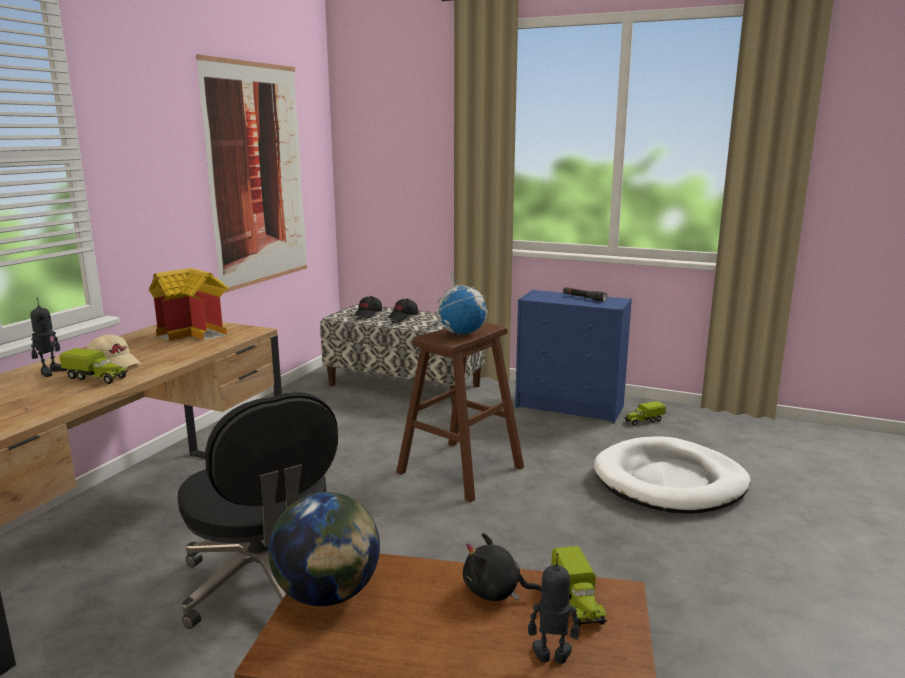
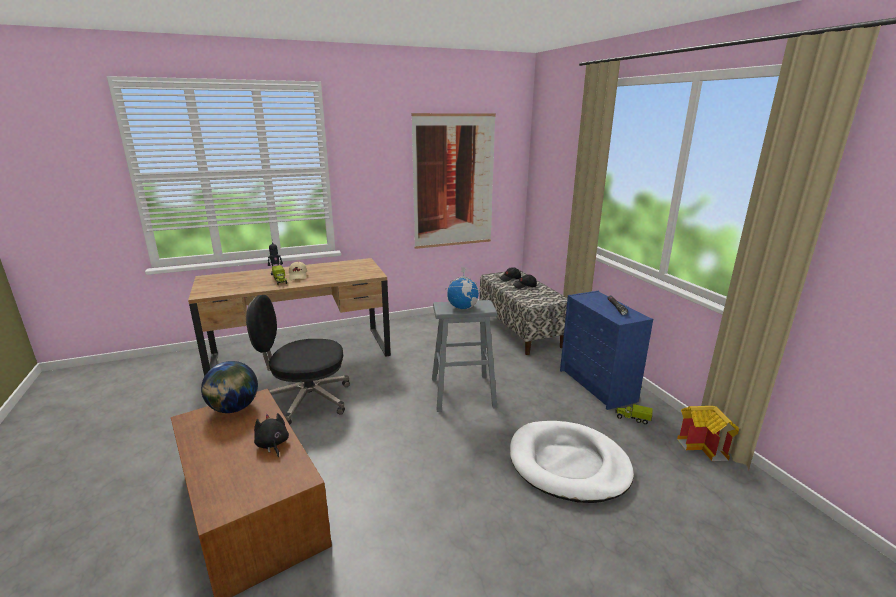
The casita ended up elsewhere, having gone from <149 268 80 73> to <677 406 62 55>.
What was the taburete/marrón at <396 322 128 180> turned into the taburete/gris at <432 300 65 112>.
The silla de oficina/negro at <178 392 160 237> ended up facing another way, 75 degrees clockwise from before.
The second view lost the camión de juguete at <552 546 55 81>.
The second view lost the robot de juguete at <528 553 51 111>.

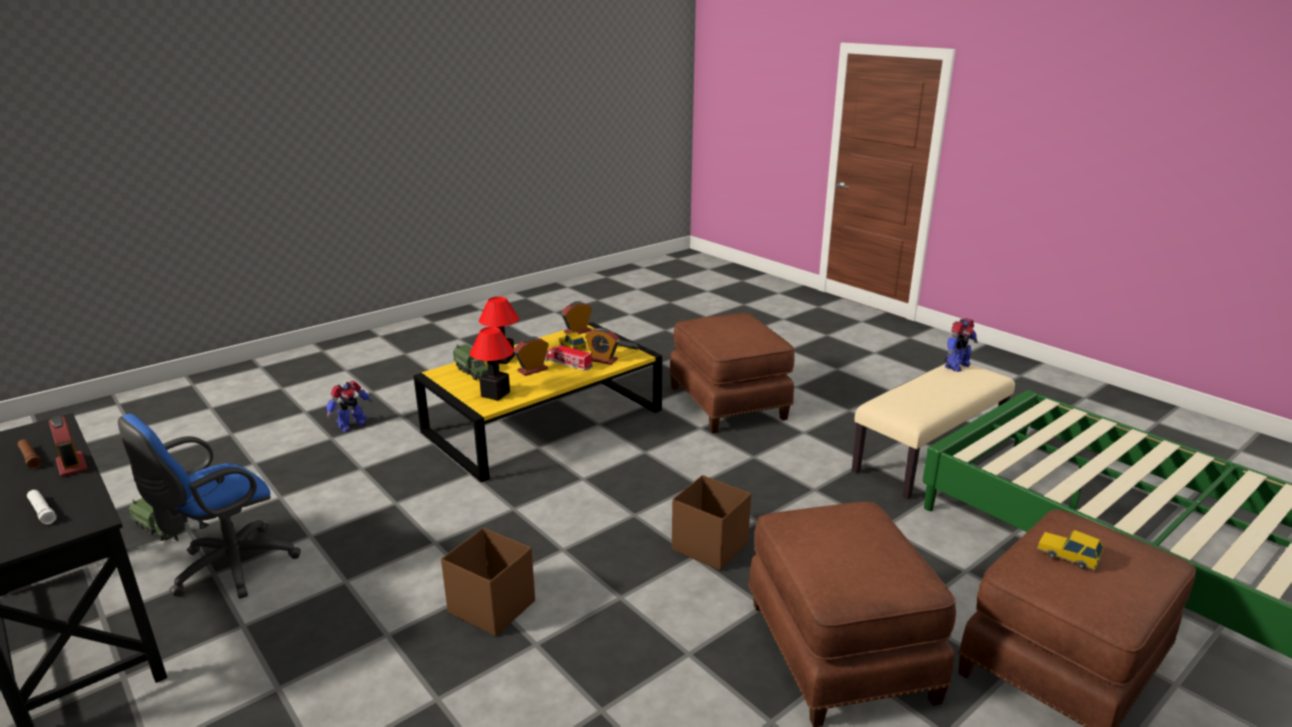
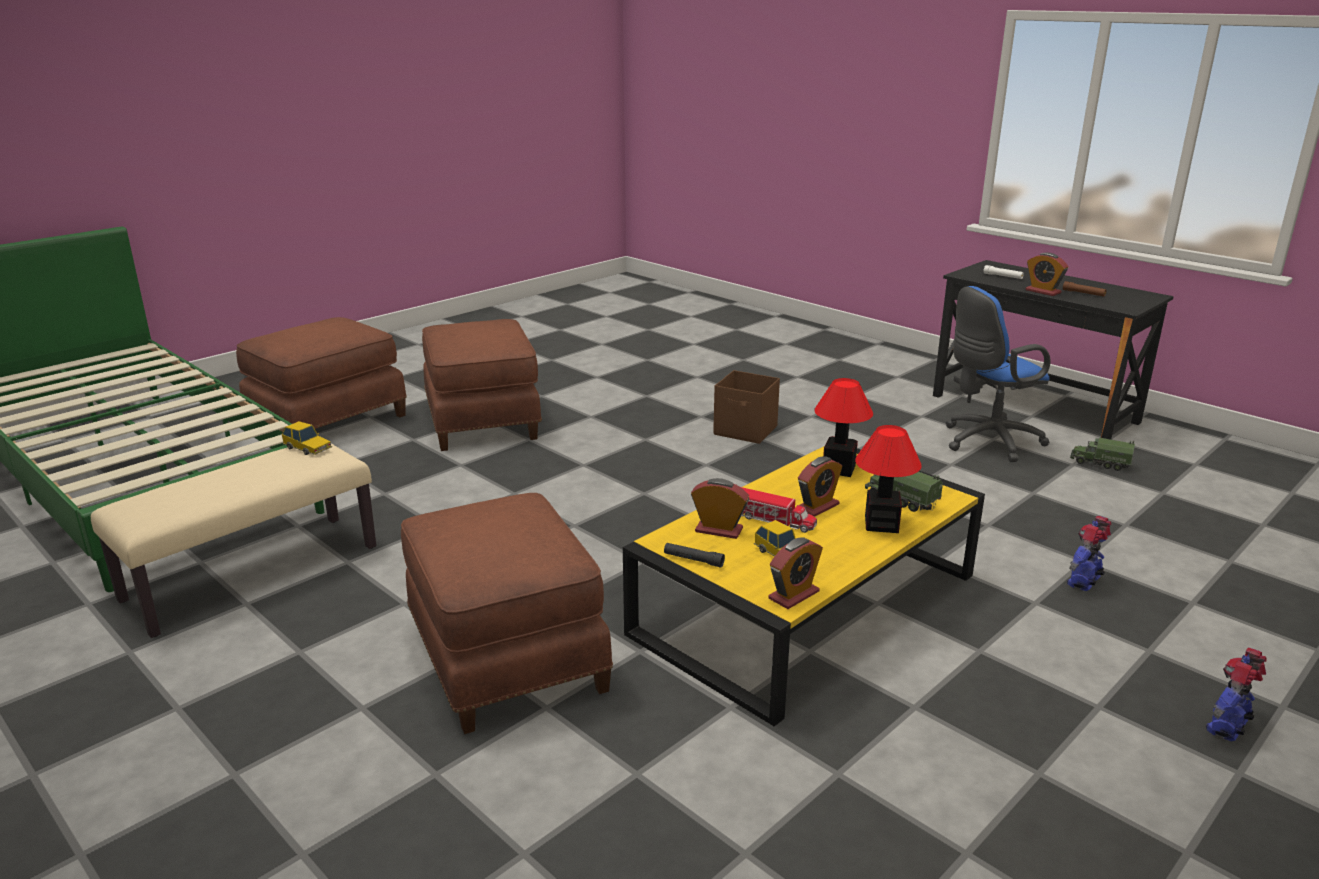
The robot de juguete ended up elsewhere, having gone from <944 318 34 54> to <1206 648 61 94>.
The silla de oficina/azul at <118 414 183 185> ended up facing another way, 150 degrees counterclockwise from before.
The second view lost the caja de almacenaje/marrón at <672 475 79 96>.
The coche de juguete ended up elsewhere, having gone from <1037 530 67 41> to <282 421 50 34>.

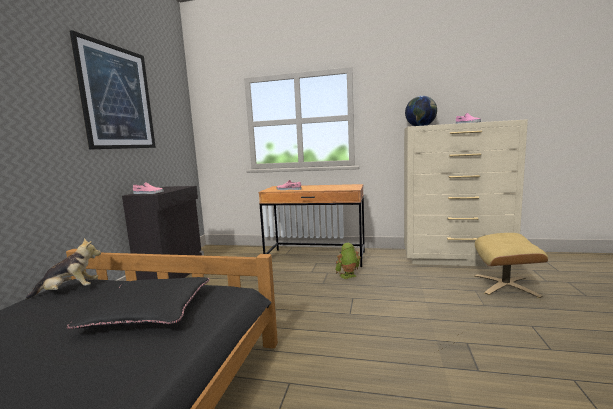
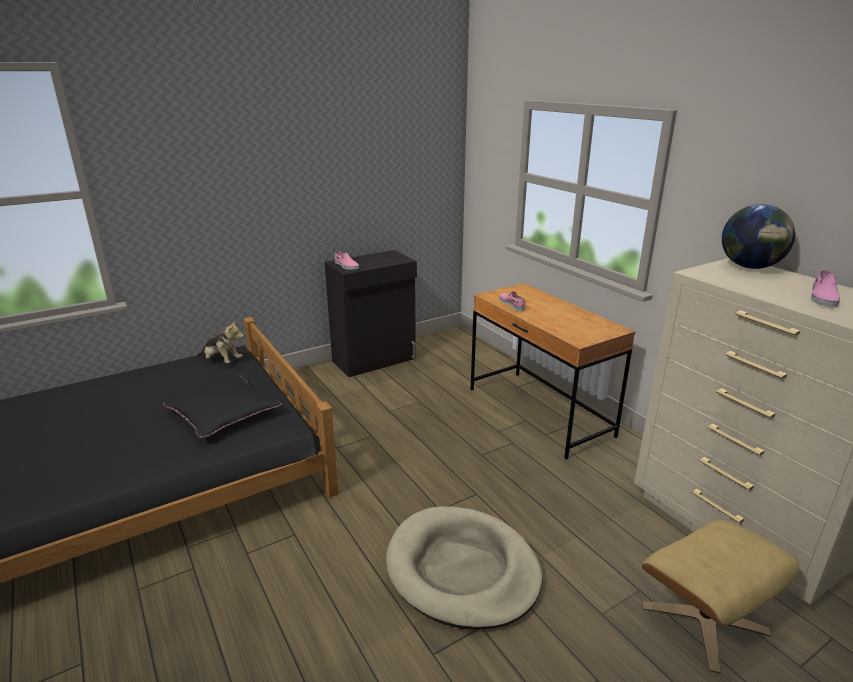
The second view lost the cuadro at <69 30 87 120>.
The second view lost the robot de juguete at <335 243 26 36>.
The second view gained the cama para perro/beis at <386 506 157 124>.

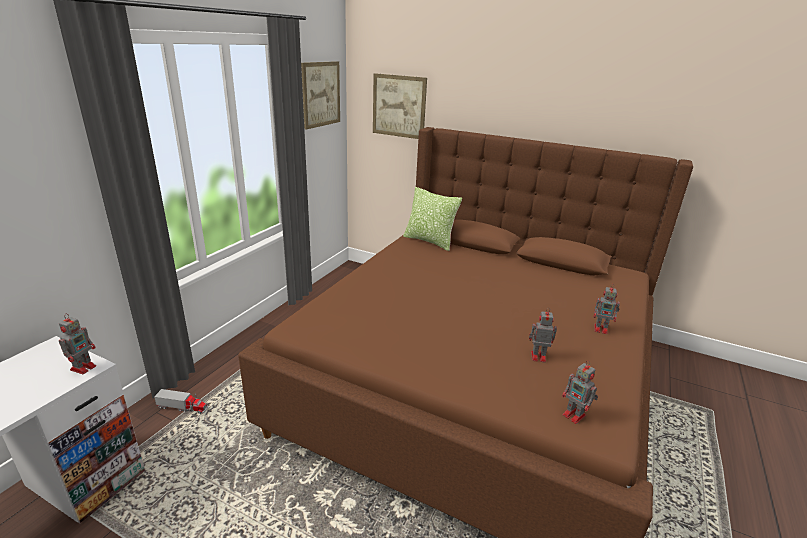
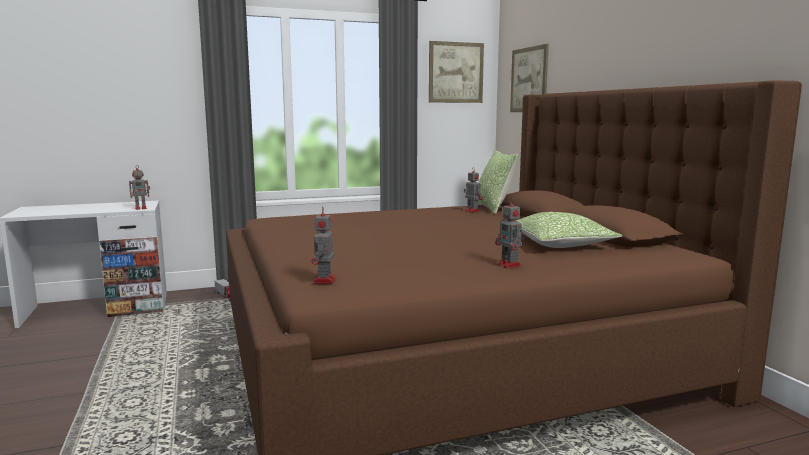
The robot de juguete ended up elsewhere, having gone from <529 308 28 55> to <464 167 19 46>.
The second view gained the cojín at <516 212 107 36>.

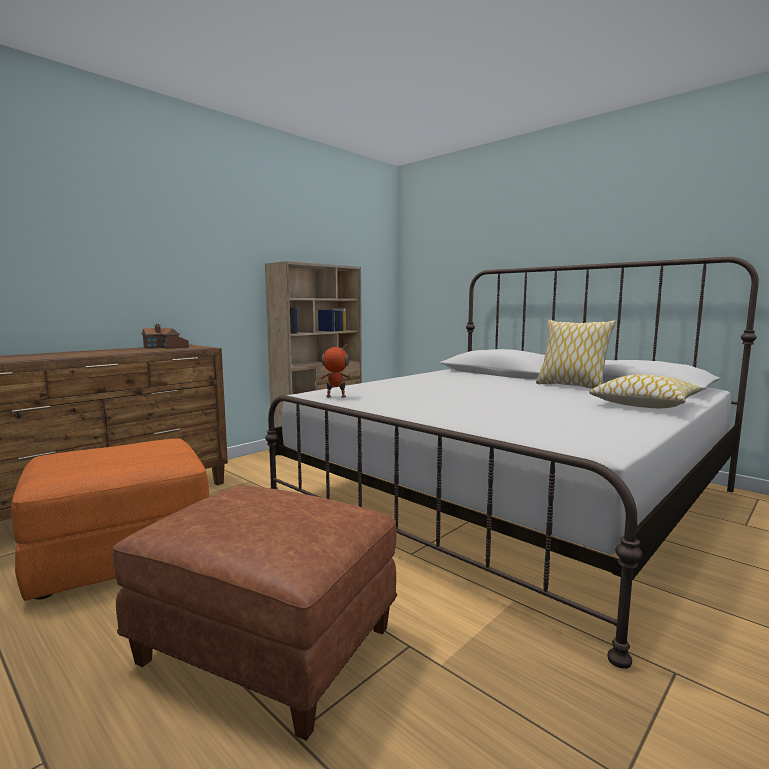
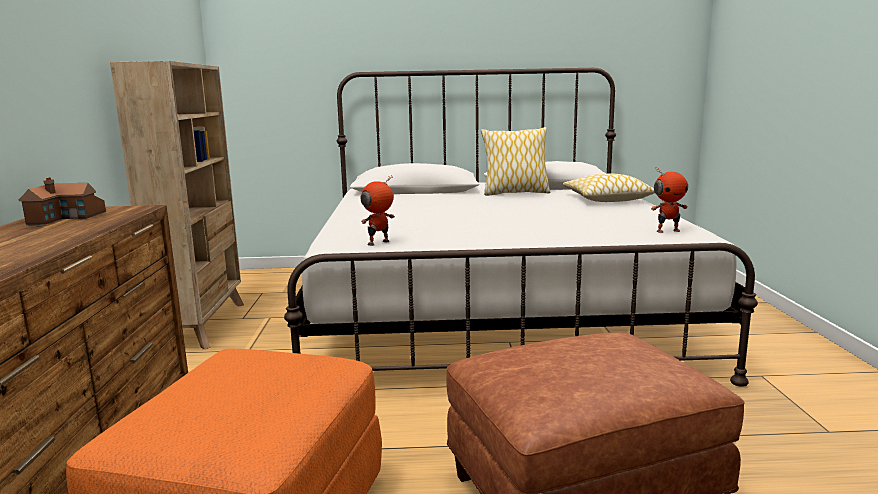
The second view gained the robot de juguete at <651 168 37 65>.

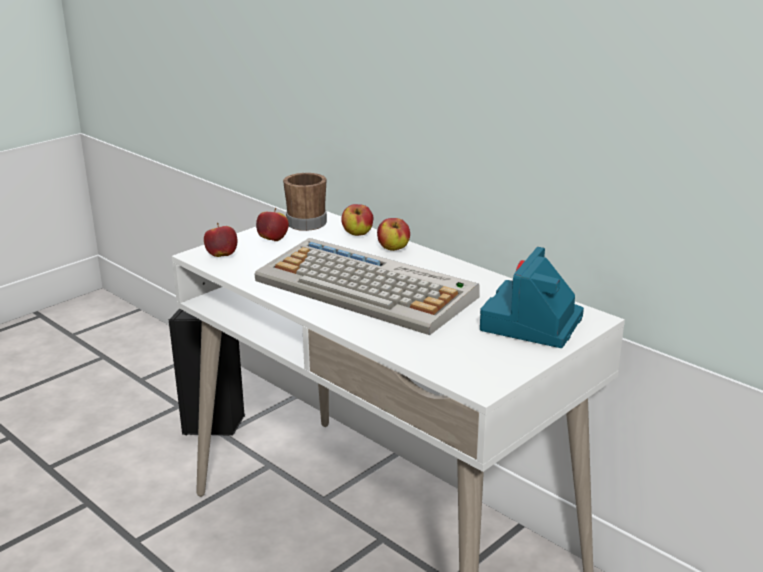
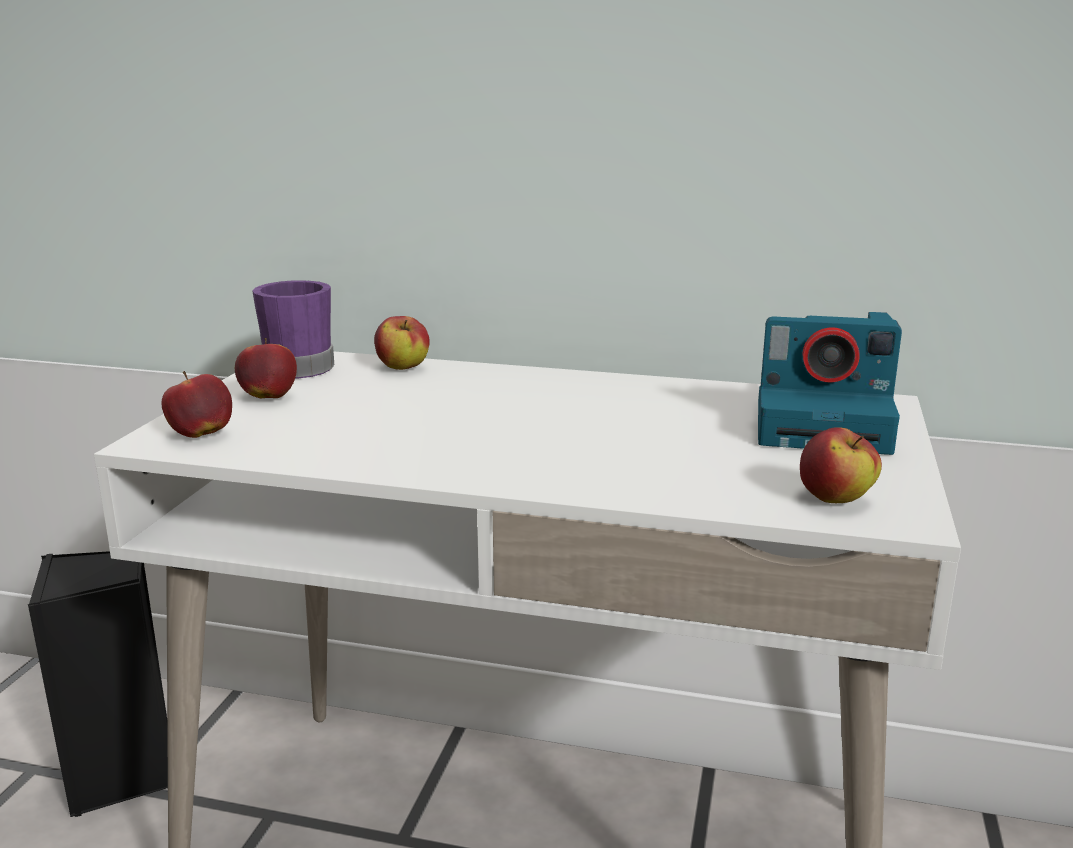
What was the taza grande/marrón at <283 173 44 58> turned into the taza grande/morado at <252 280 82 98>.
The manzana ended up elsewhere, having gone from <377 218 33 33> to <800 427 82 76>.
The second view lost the teclado at <255 238 225 97>.
The cámara at <480 247 104 101> ended up facing another way, 75 degrees counterclockwise from before.

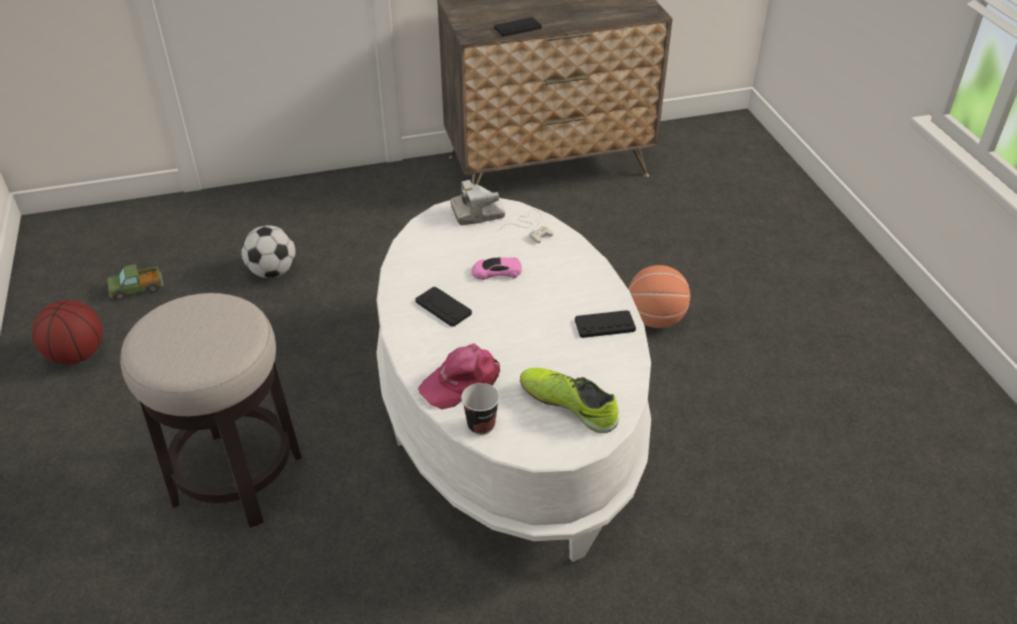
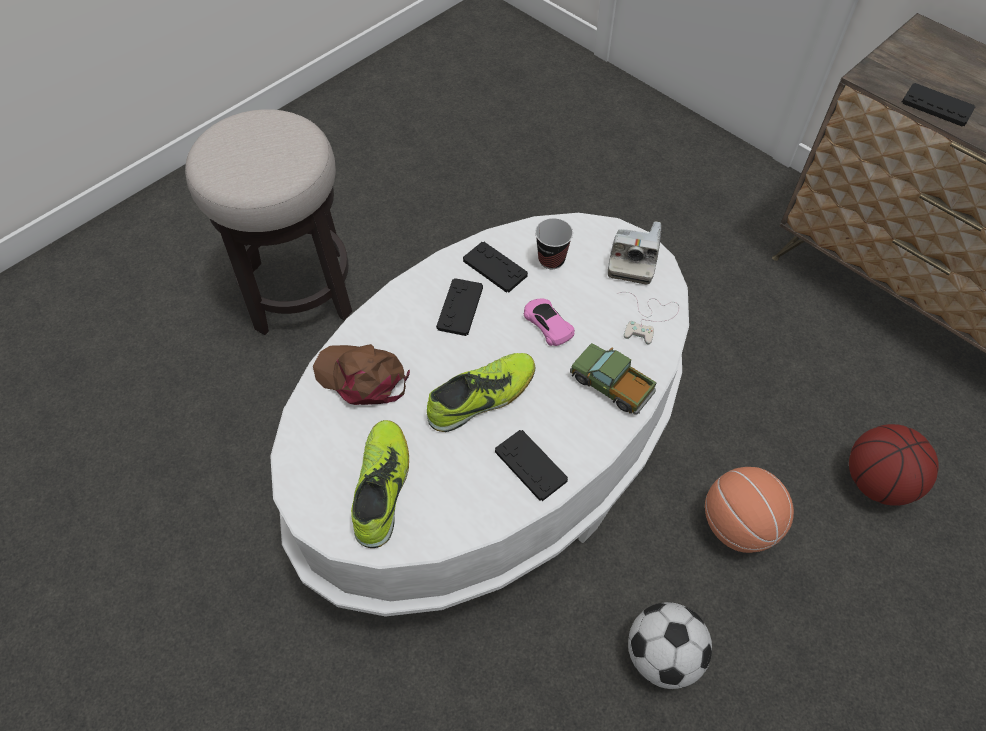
The cámara at <450 180 55 45> ended up facing another way, 120 degrees counterclockwise from before.
The balón de fútbol ended up elsewhere, having gone from <241 225 54 53> to <628 602 84 87>.
The camión de juguete ended up elsewhere, having gone from <107 264 57 36> to <570 343 86 72>.
The balón de baloncesto ended up elsewhere, having gone from <32 300 71 64> to <849 424 90 82>.
What was the gorra/rosa at <418 343 82 66> turned into the gorra/marrón at <313 344 97 61>.
The taza ended up elsewhere, having gone from <461 383 39 52> to <535 218 38 51>.
The second view gained the mando de consola/negro at <463 242 65 51>.
The second view gained the zapato at <427 353 108 79>.

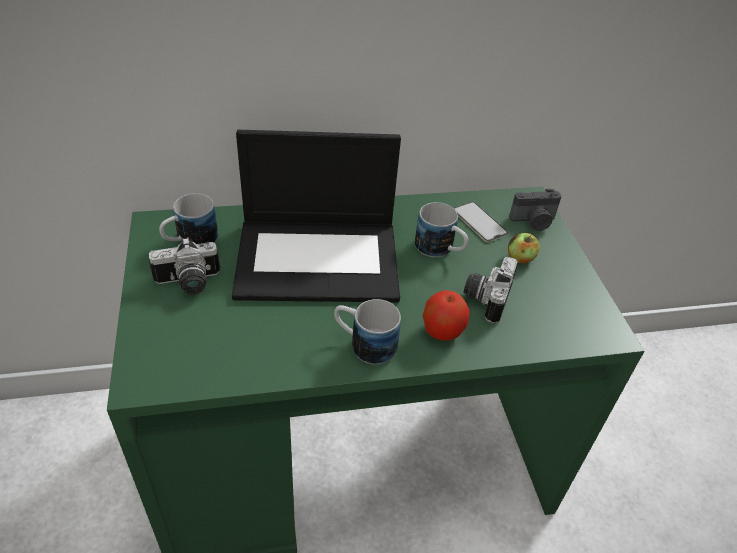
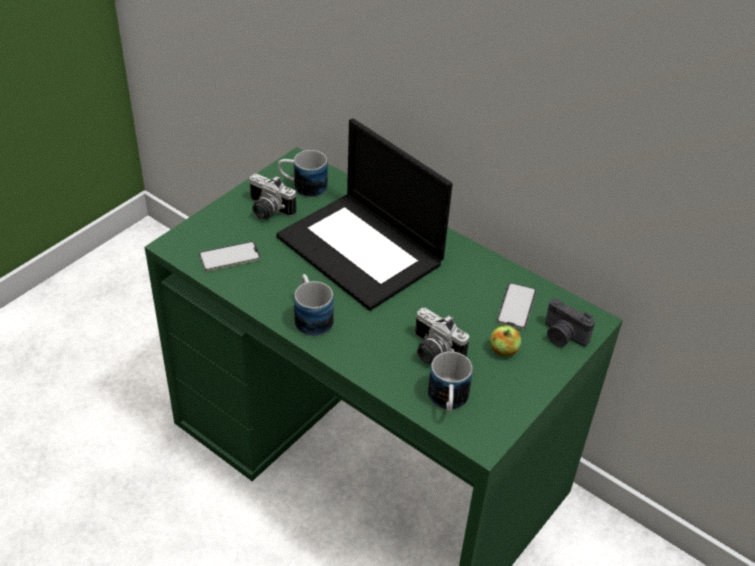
The taza grande ended up elsewhere, having gone from <415 202 53 55> to <428 351 45 61>.
The cámara at <463 257 55 66> ended up facing another way, 120 degrees counterclockwise from before.
The second view lost the manzana at <423 290 46 51>.
The second view gained the móvil at <199 241 62 30>.

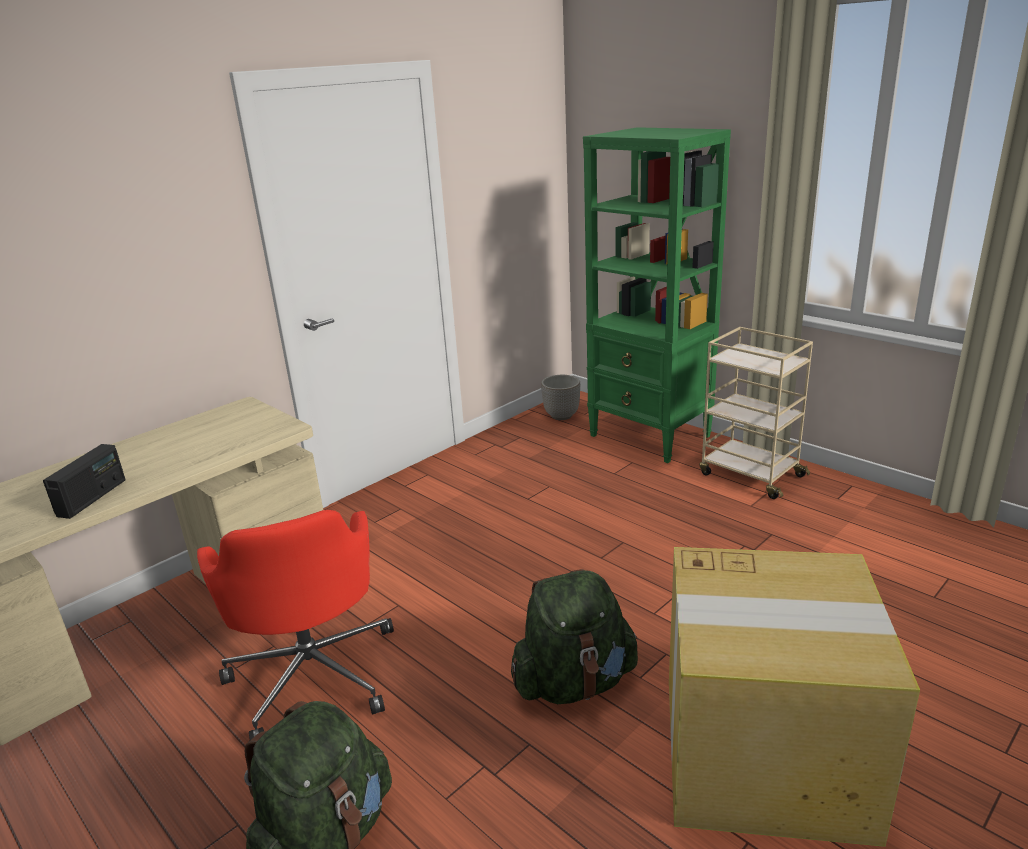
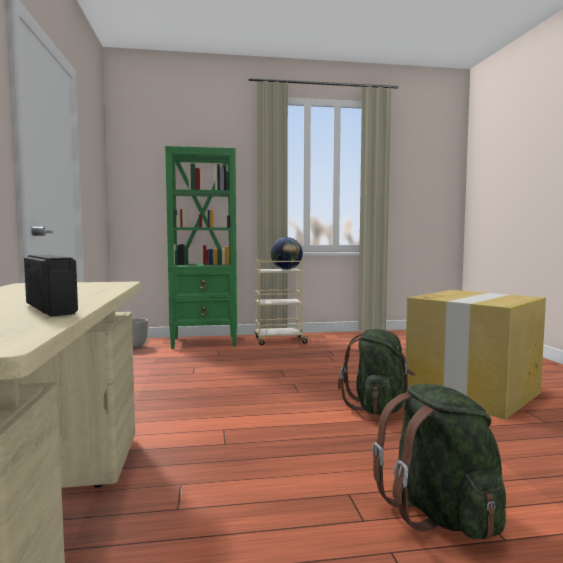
The second view lost the silla de oficina/rojo at <197 510 197 230>.
The second view gained the globo terráqueo at <271 237 32 32>.

